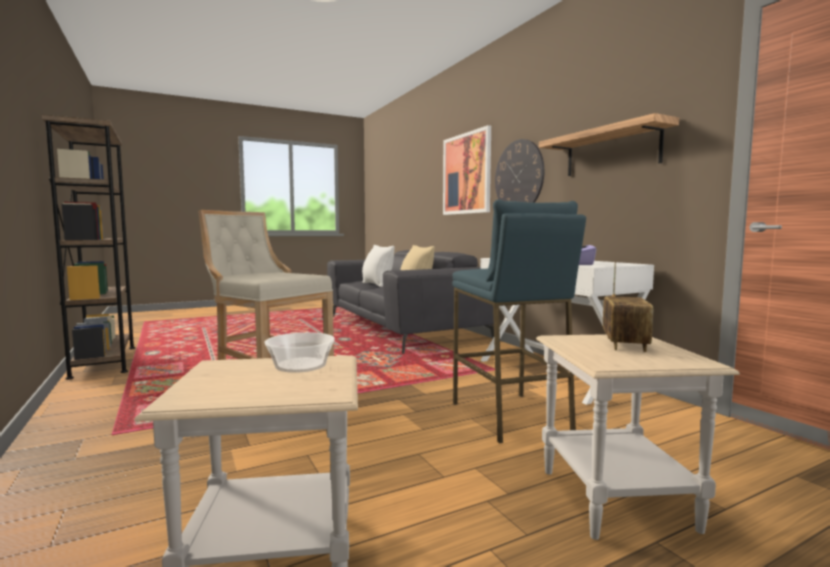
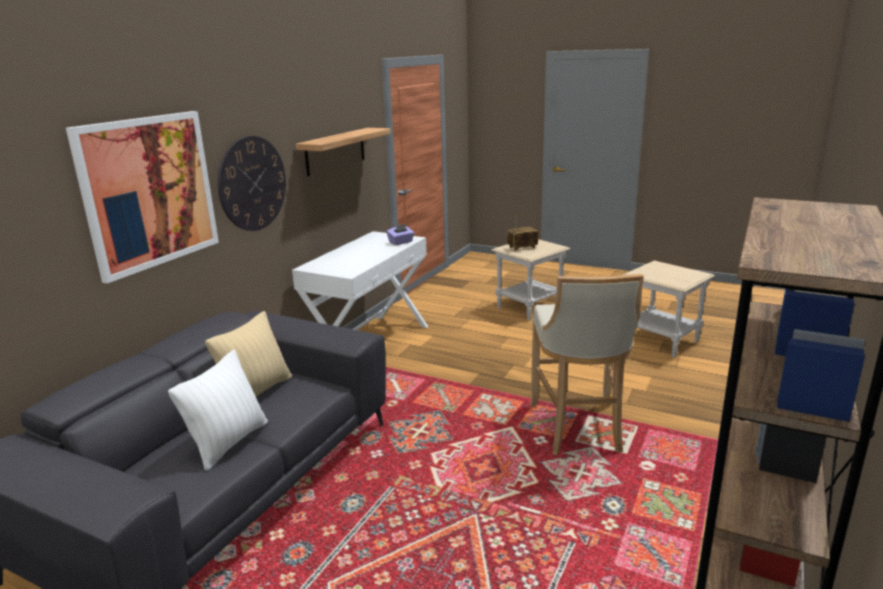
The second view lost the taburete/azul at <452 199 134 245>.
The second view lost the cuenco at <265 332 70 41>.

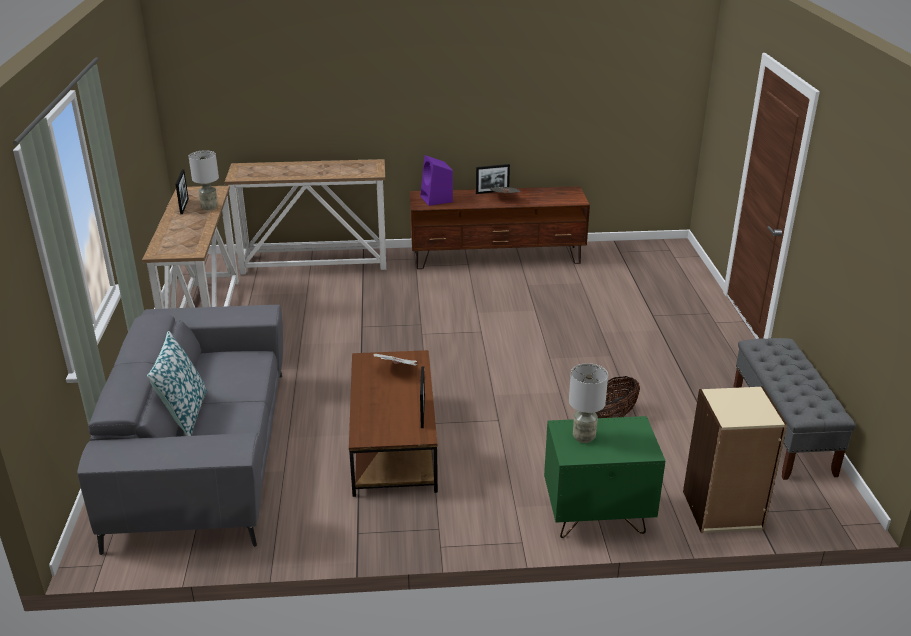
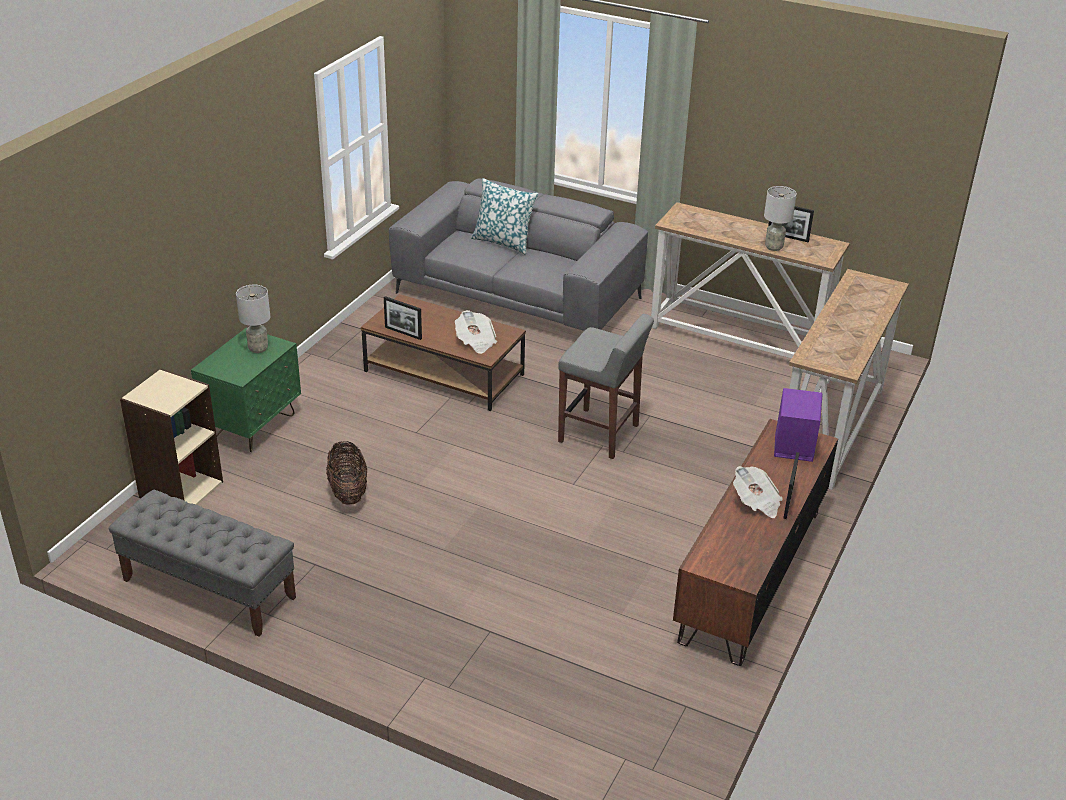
The second view gained the taburete/gris at <558 314 96 145>.

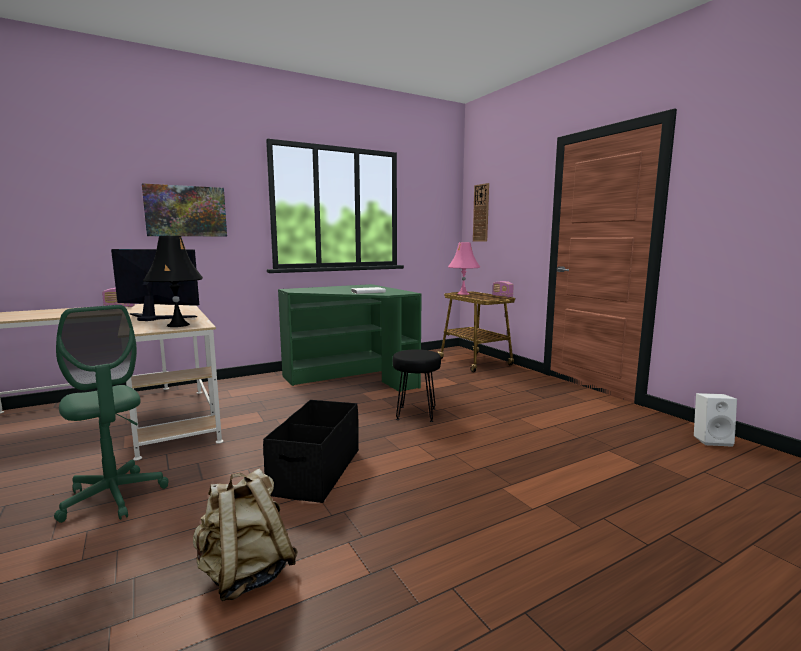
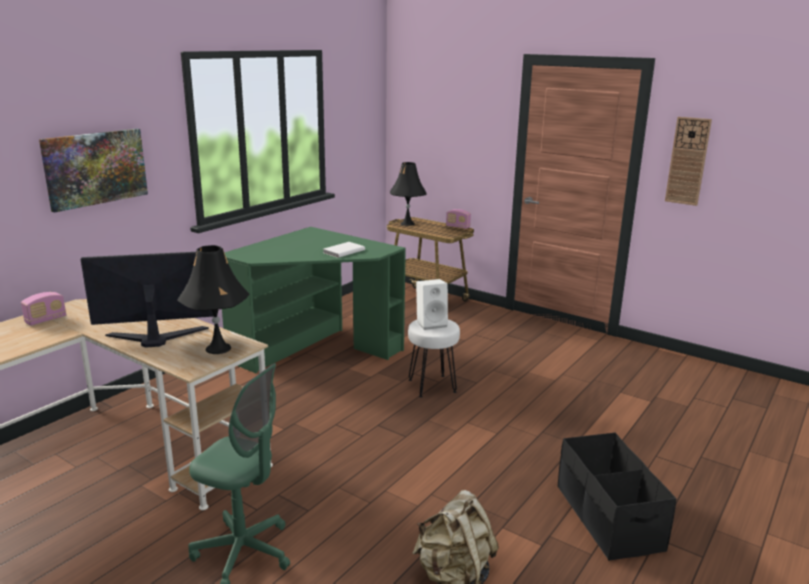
The reloj de pared ended up elsewhere, having gone from <473 183 16 59> to <665 117 47 89>.
What was the lámpara de mesa/rosa at <448 242 32 53> turned into the lámpara de mesa/negro at <390 162 36 64>.
What was the taburete/negro at <393 349 48 73> turned into the taburete/blanco at <408 319 52 79>.
The altavoz/blanco ended up elsewhere, having gone from <694 393 43 54> to <416 279 32 51>.
The caja de almacenaje/negro ended up elsewhere, having gone from <263 400 96 103> to <557 433 120 128>.

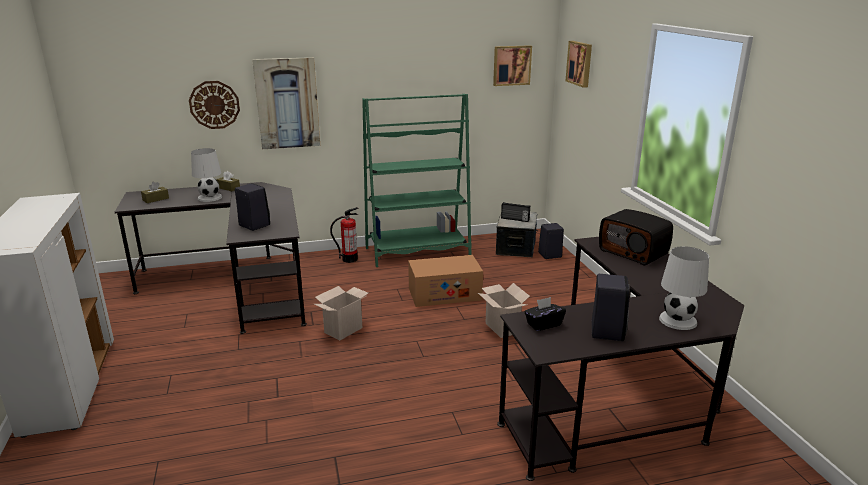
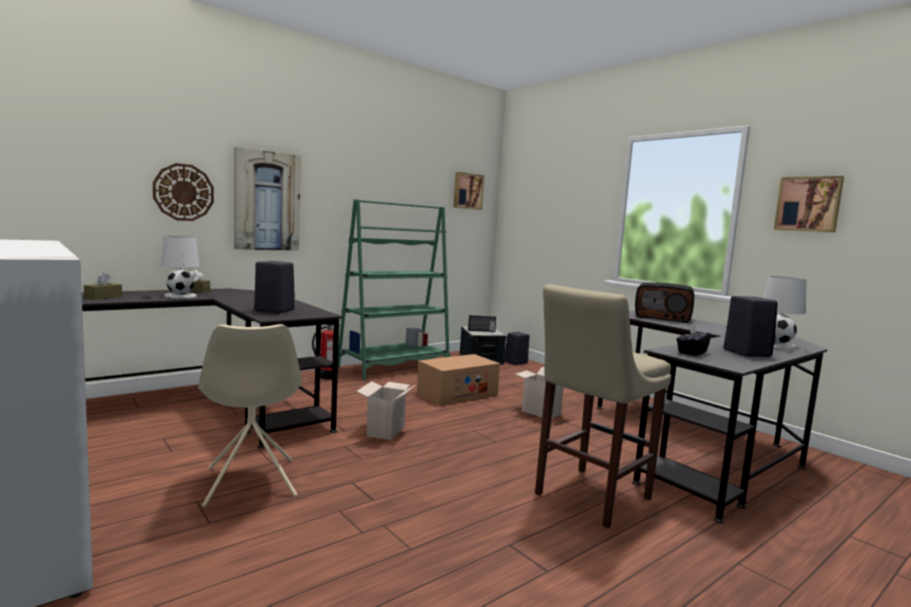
The cuadro ended up elsewhere, having gone from <565 41 27 47> to <774 176 70 56>.
The second view gained the taburete/beis at <535 284 136 245>.
The second view gained the silla/beis at <198 324 104 183>.

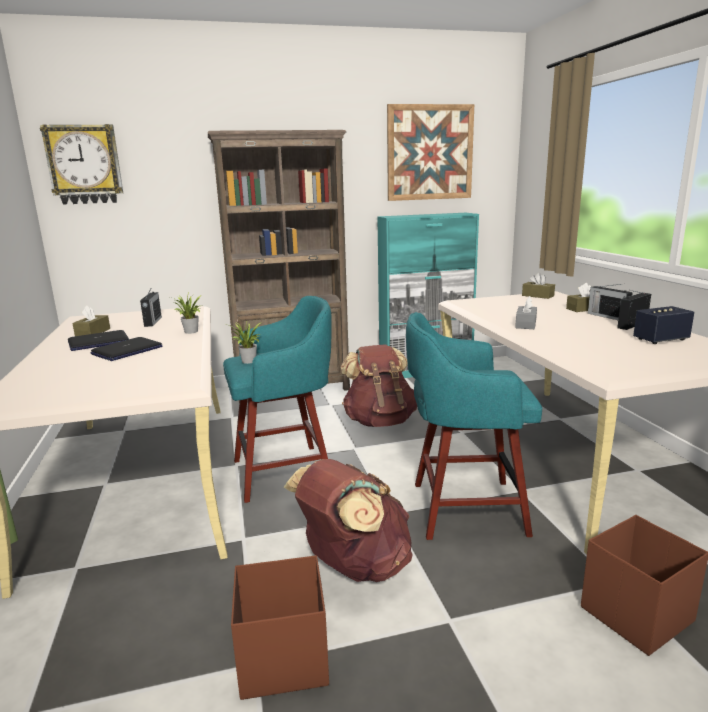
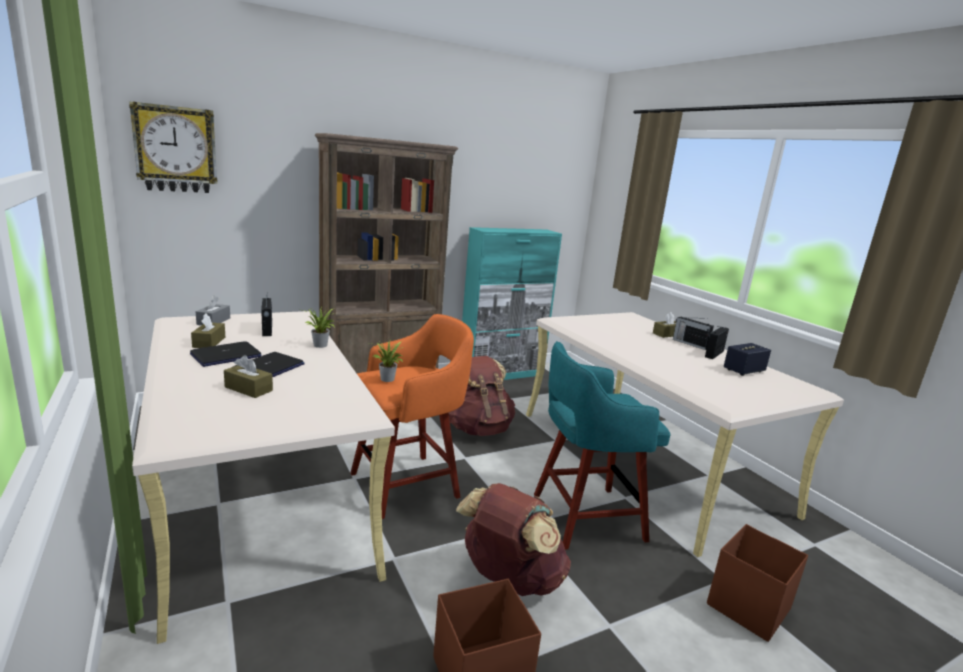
The second view lost the cuadro at <387 104 87 97>.
The caja de pañuelos/marrón ended up elsewhere, having gone from <522 273 33 26> to <224 355 49 43>.
What was the taburete/turquesa at <223 296 109 207> turned into the taburete/naranja at <350 314 124 205>.
The caja de pañuelos/gris ended up elsewhere, having gone from <515 296 22 33> to <196 295 34 30>.

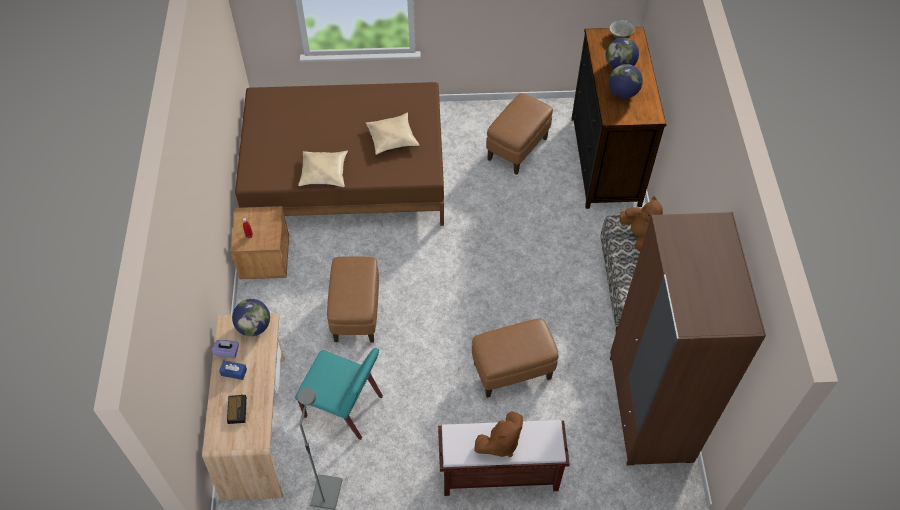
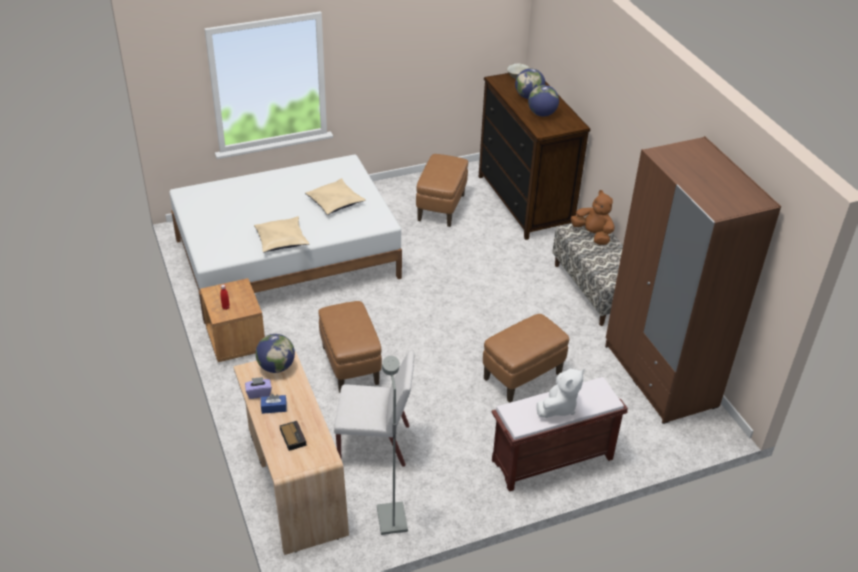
What was the cama/marrón at <235 82 209 144> turned into the cama/blanco at <169 155 233 169>.
What was the silla/turquesa at <295 348 88 92> turned into the silla/blanco at <334 350 81 117>.
What was the peluche/marrón at <474 411 49 46> turned into the peluche/blanco at <536 368 48 50>.

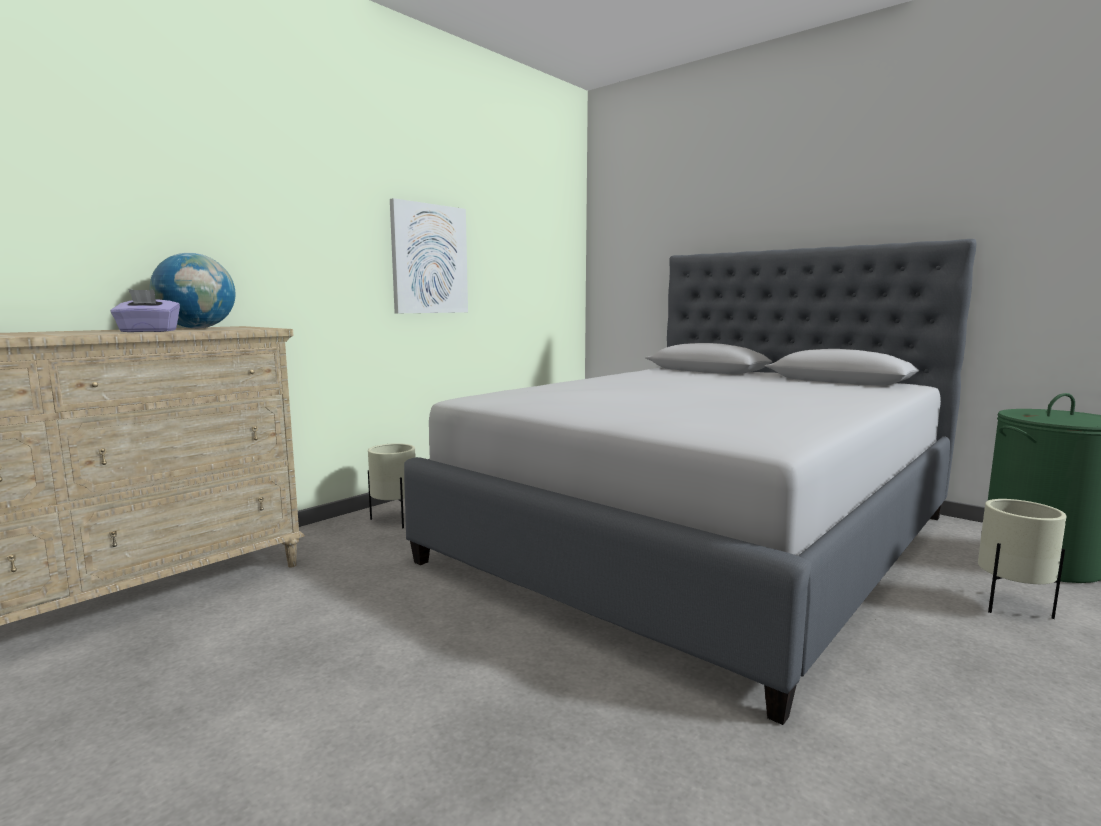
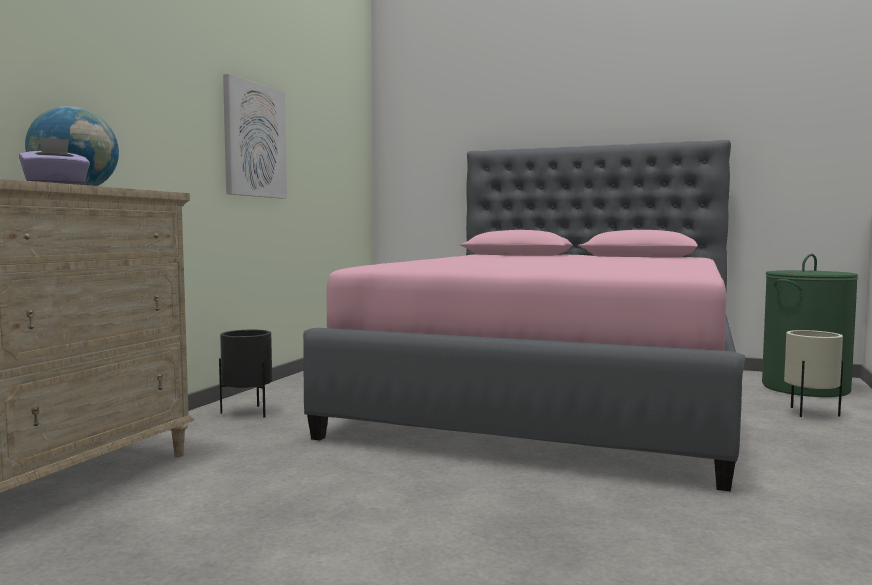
What was the cama/gris at <404 239 573 486> turned into the cama/rosa at <303 140 442 352>.
What was the maceta/beis at <368 443 47 86> turned into the maceta/negro at <219 330 53 88>.

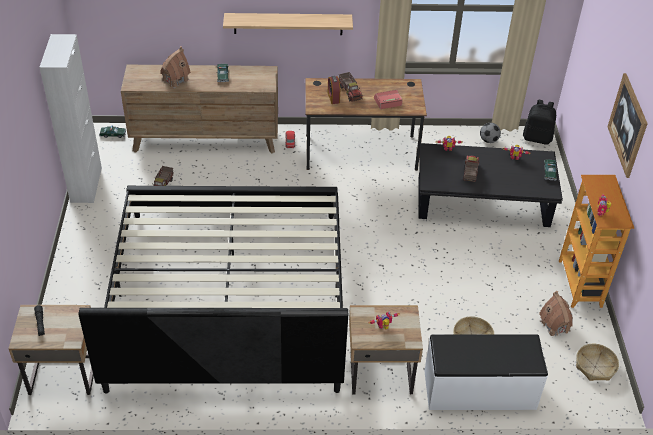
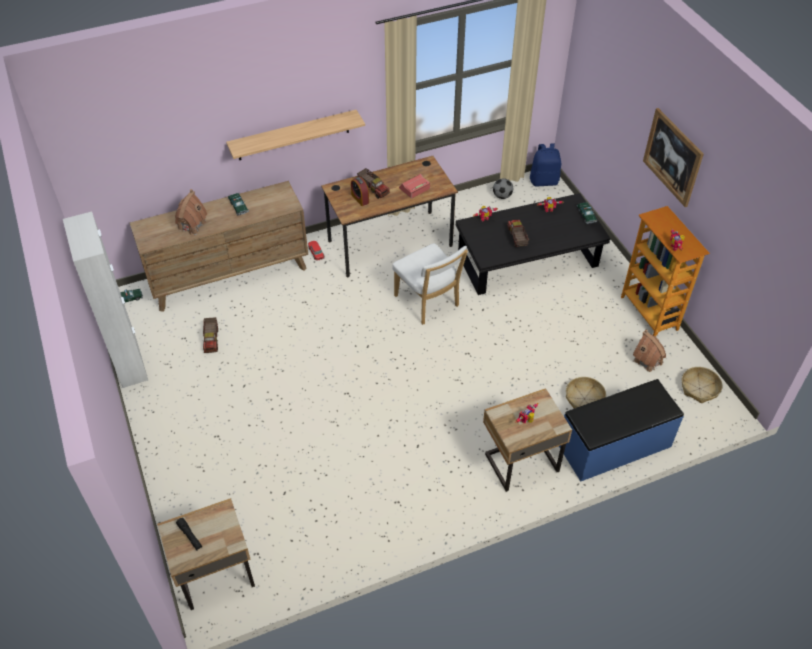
What was the mochila/negro at <523 99 33 46> turned into the mochila/azul at <530 143 31 43>.
The second view lost the cama at <78 186 270 207>.
What was the banco/blanco at <424 334 124 76> turned into the banco/azul at <559 379 125 102>.
The second view gained the silla/blanco at <392 243 76 82>.

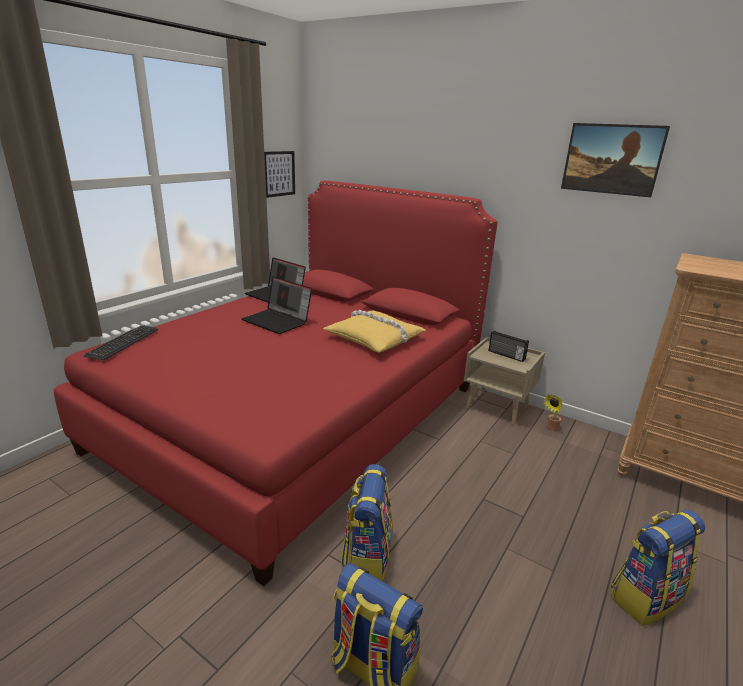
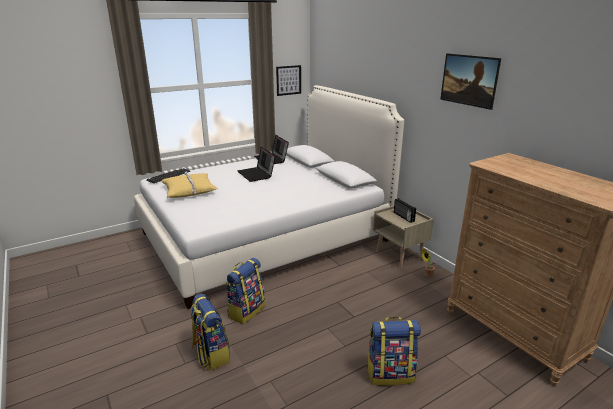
What was the cama/rojo at <54 181 444 405> turned into the cama/blanco at <134 85 270 224>.
The cojín/amarillo ended up elsewhere, having gone from <323 310 103 43> to <161 171 57 27>.

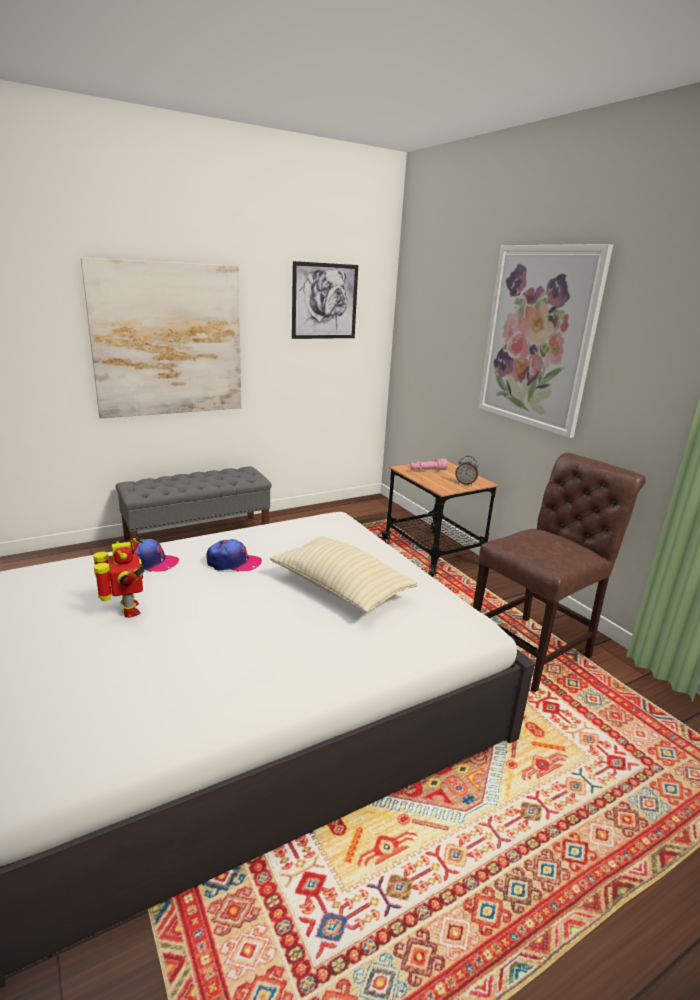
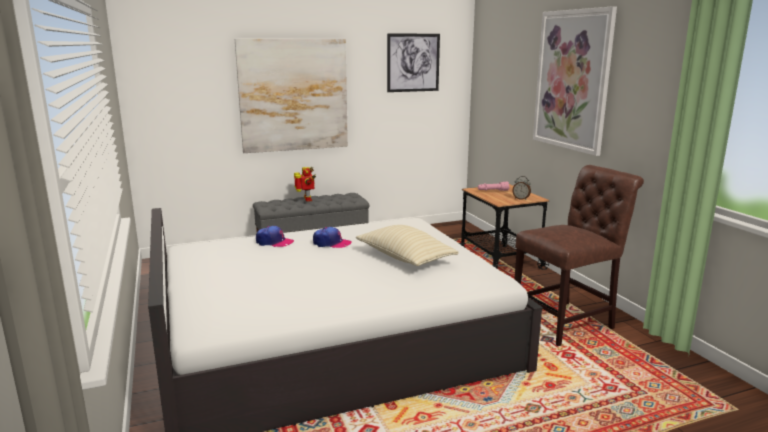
The robot de juguete ended up elsewhere, having gone from <93 533 52 85> to <294 167 22 35>.

